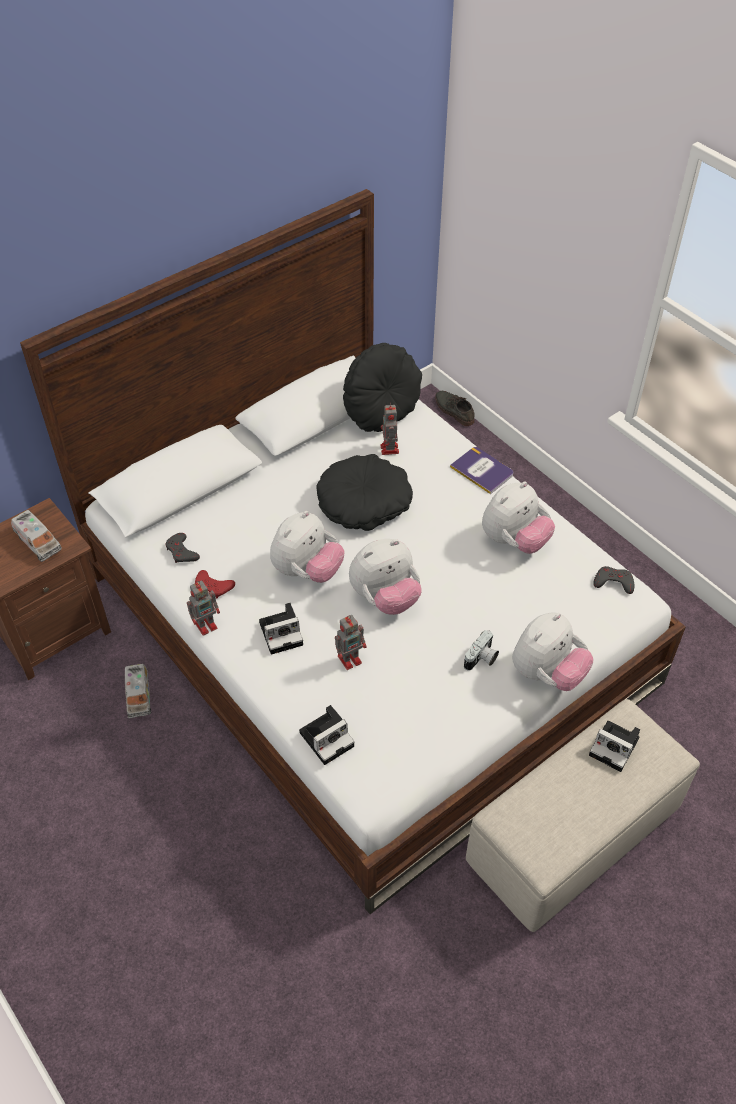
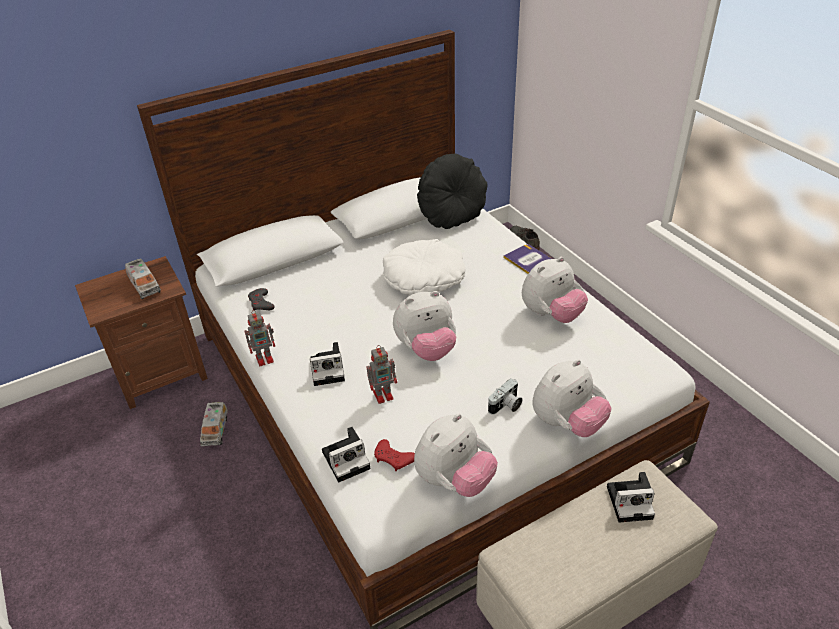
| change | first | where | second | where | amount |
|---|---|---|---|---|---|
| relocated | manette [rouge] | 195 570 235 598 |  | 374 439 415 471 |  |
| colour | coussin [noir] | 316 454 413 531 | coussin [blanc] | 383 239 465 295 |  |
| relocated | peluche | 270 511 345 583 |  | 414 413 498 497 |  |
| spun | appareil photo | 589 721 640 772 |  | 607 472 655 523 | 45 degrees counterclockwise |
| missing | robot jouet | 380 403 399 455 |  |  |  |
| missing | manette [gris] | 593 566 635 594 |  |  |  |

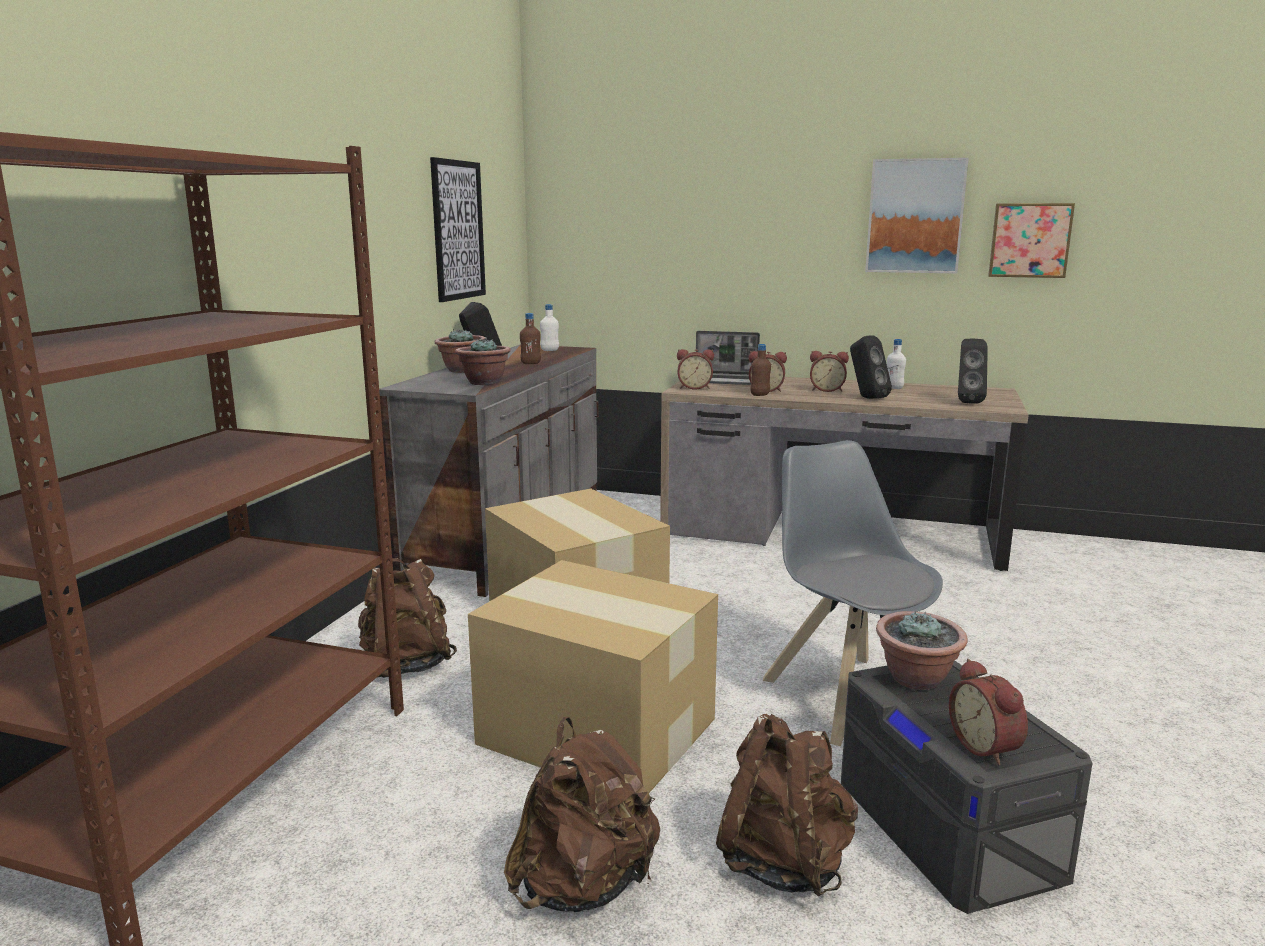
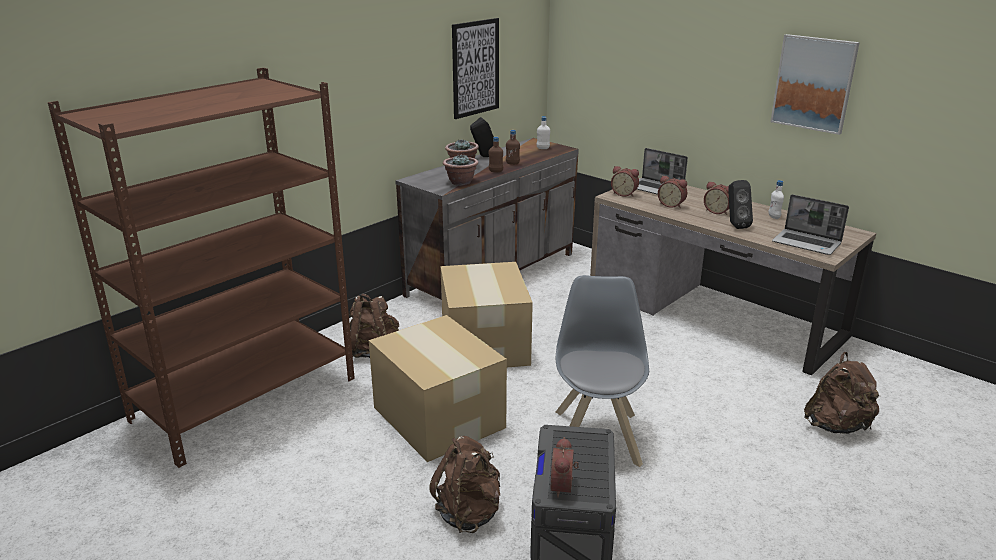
| change | first | where | second | where | amount |
|---|---|---|---|---|---|
| relocated | bouteille [marron] | 750 344 771 396 |  | 489 137 503 172 |  |
| exchanged | enceinte [noir] | 958 339 988 403 | ordinateur portable | 772 194 849 255 |  |
| relocated | sac à dos [marron] | 504 717 660 912 |  | 804 352 880 434 |  |
| missing | plante en pot | 876 611 967 690 |  |  |  |
| missing | tableau | 988 203 1075 278 |  |  |  |

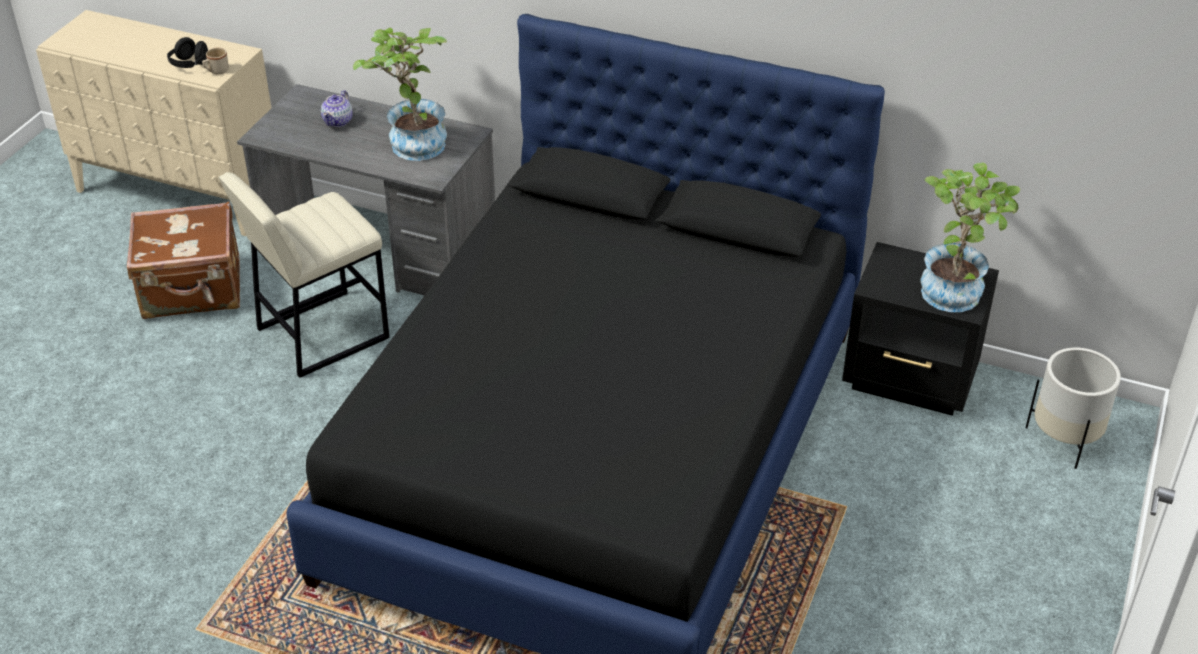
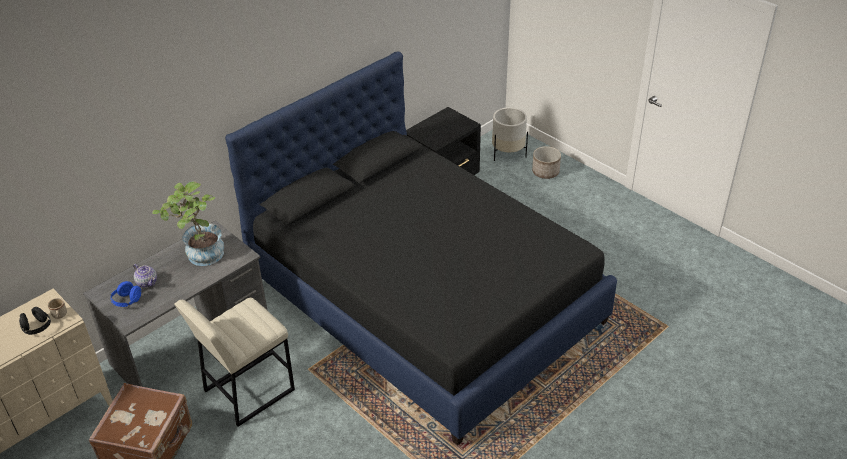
| change | first | where | second | where | amount |
|---|---|---|---|---|---|
| appeared |  |  | casque audio [bleu] | 110 281 141 307 |  |
| spun | chaise [beige] | 218 172 390 378 |  | 174 298 295 427 | 60 degrees clockwise |
| appeared |  |  | cache-pot | 532 146 561 179 |  |
| missing | plante en pot | 920 162 1020 312 |  |  |  |

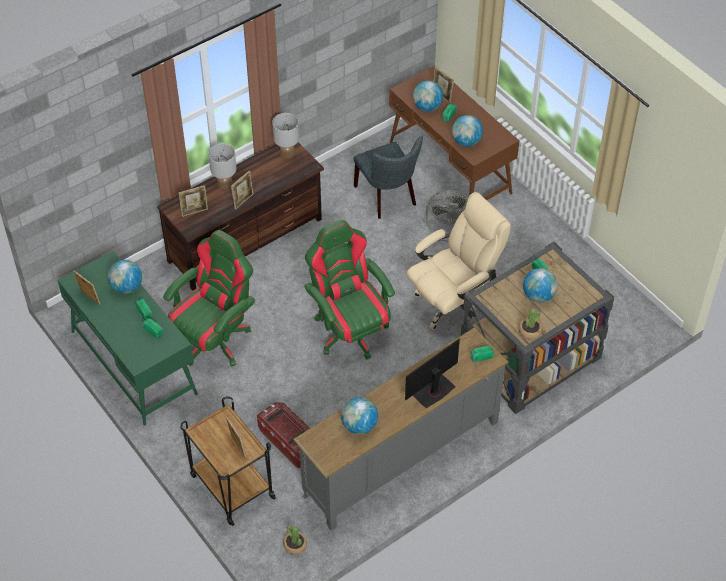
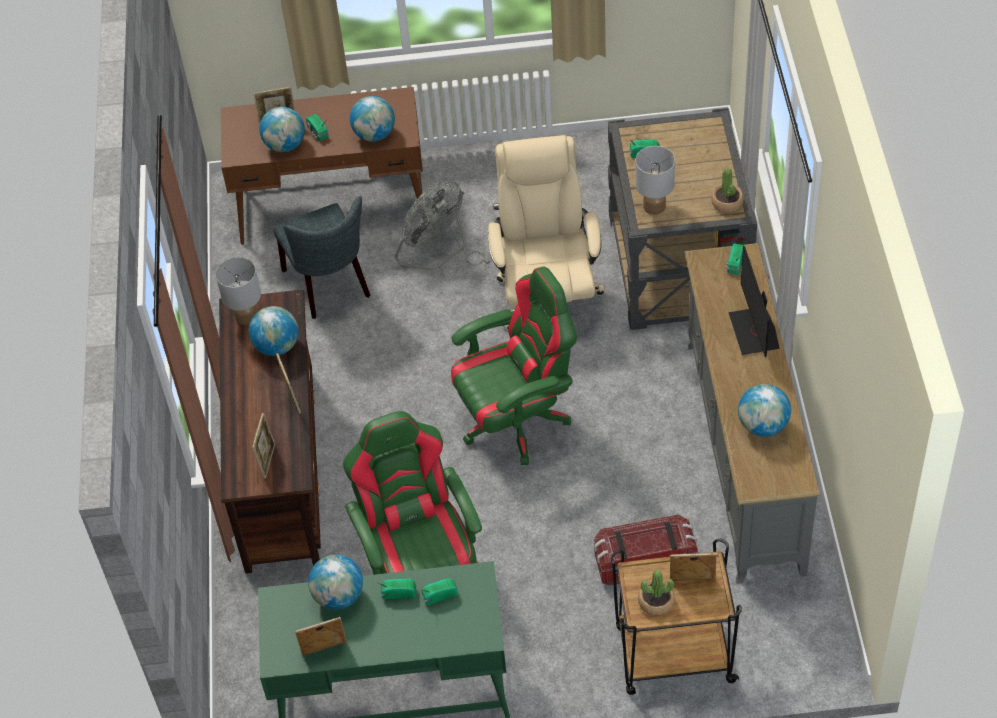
| change | first | where | second | where | amount |
|---|---|---|---|---|---|
| relocated | globe | 523 268 558 303 |  | 249 306 298 356 |  |
| spun | chaise [gris] | 354 136 423 219 |  | 273 196 370 319 | 60 degrees clockwise |
| spun | chaise de bureau [vert] | 305 220 395 359 |  | 451 266 577 465 | 150 degrees clockwise |
| relocated | lampe de table [gris] | 209 144 236 190 |  | 636 146 675 215 |  |
| relocated | plante en pot | 283 525 307 555 |  | 638 570 675 616 |  |

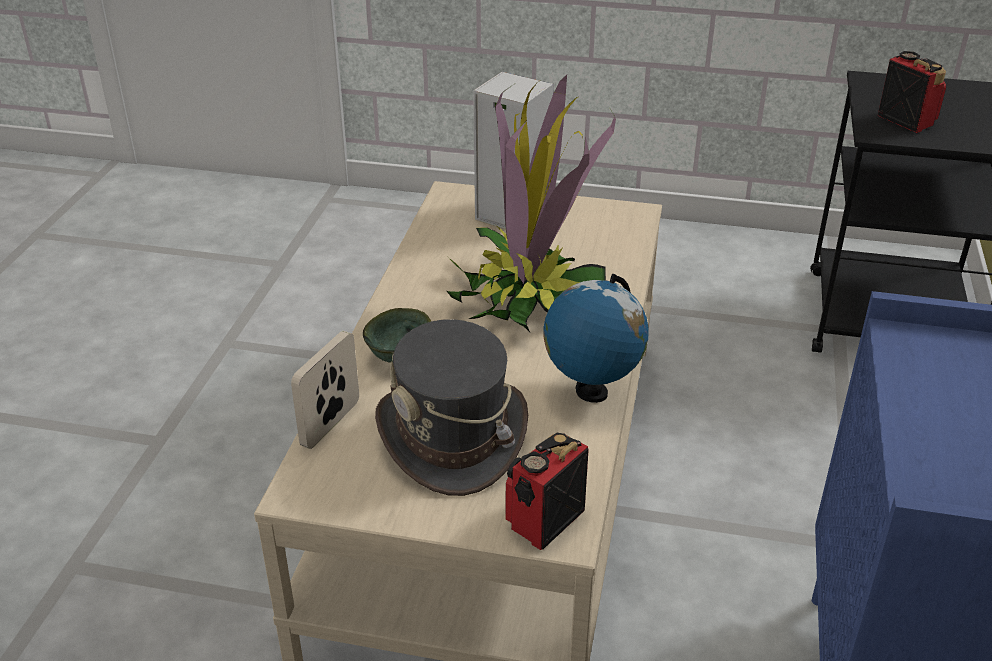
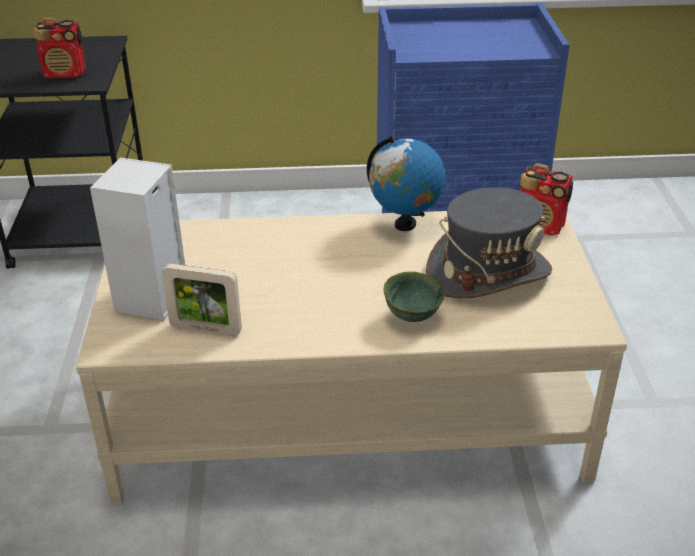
| change | first | where | second | where | amount |
|---|---|---|---|---|---|
| spun | radio | 878 51 946 133 |  | 33 18 86 78 | 135 degrees counterclockwise |
| relocated | cadre photo | 291 331 359 449 |  | 162 264 242 336 |  |
| missing | plante en pot | 447 75 616 332 |  |  |  |

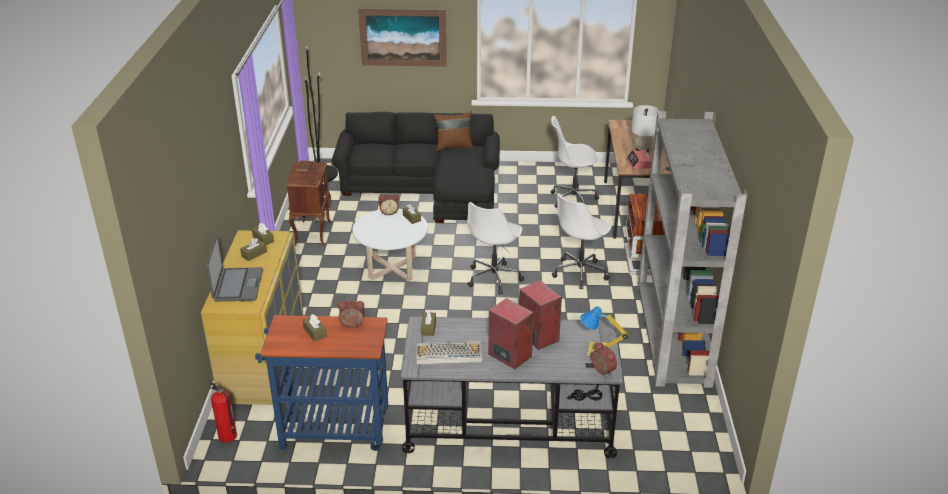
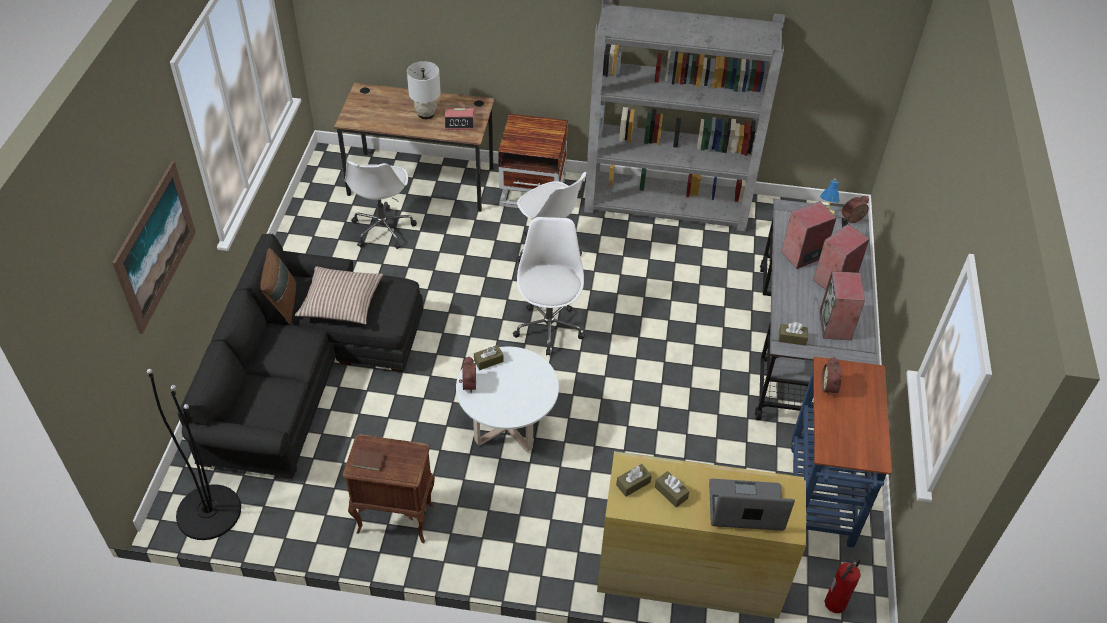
| change | first | where | second | where | amount |
|---|---|---|---|---|---|
| appeared |  |  | coussin | 295 266 384 325 |  |
| spun | chaise de bureau [blanc] | 467 202 524 295 |  | 513 217 585 355 | 120 degrees counterclockwise |
| exchanged | clavier | 416 341 482 364 | enceinte | 819 271 865 340 |  |
| missing | boîte à mouchoirs [marron] | 303 314 327 342 |  |  |  |

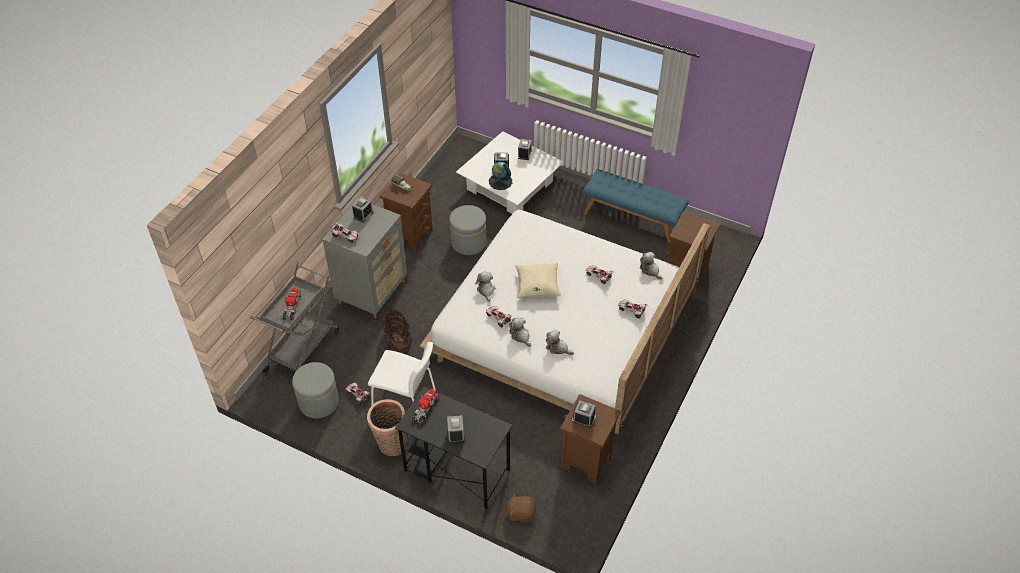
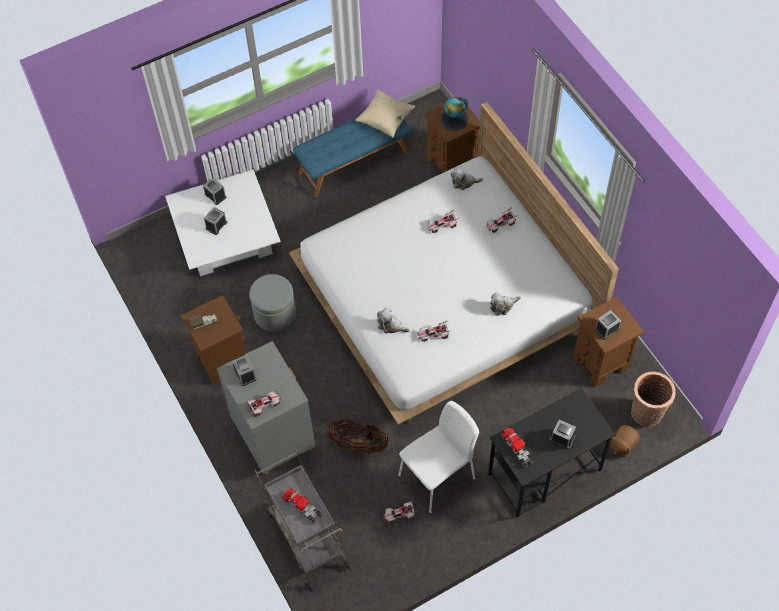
| change | first | where | second | where | amount |
|---|---|---|---|---|---|
| relocated | coussin [beige] | 515 263 561 298 |  | 355 89 415 138 |  |
| relocated | globe | 489 162 512 190 |  | 440 97 469 131 |  |
| relocated | panier | 367 399 408 456 |  | 631 372 676 427 |  |
| missing | pouf [gris] | 292 362 339 418 |  |  |  |
| missing | peluche | 509 317 531 347 |  |  |  |

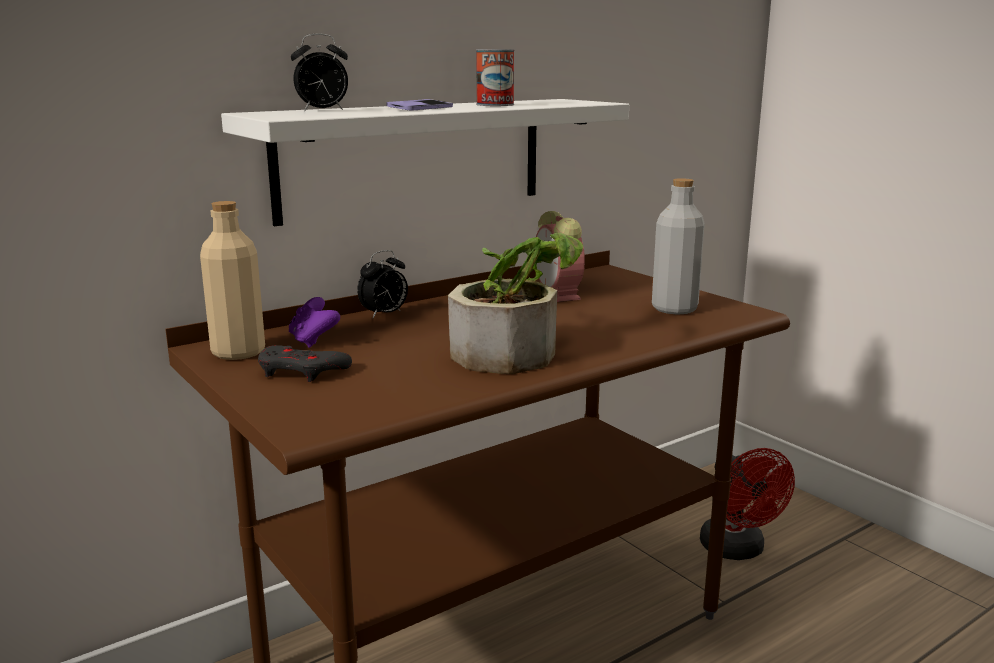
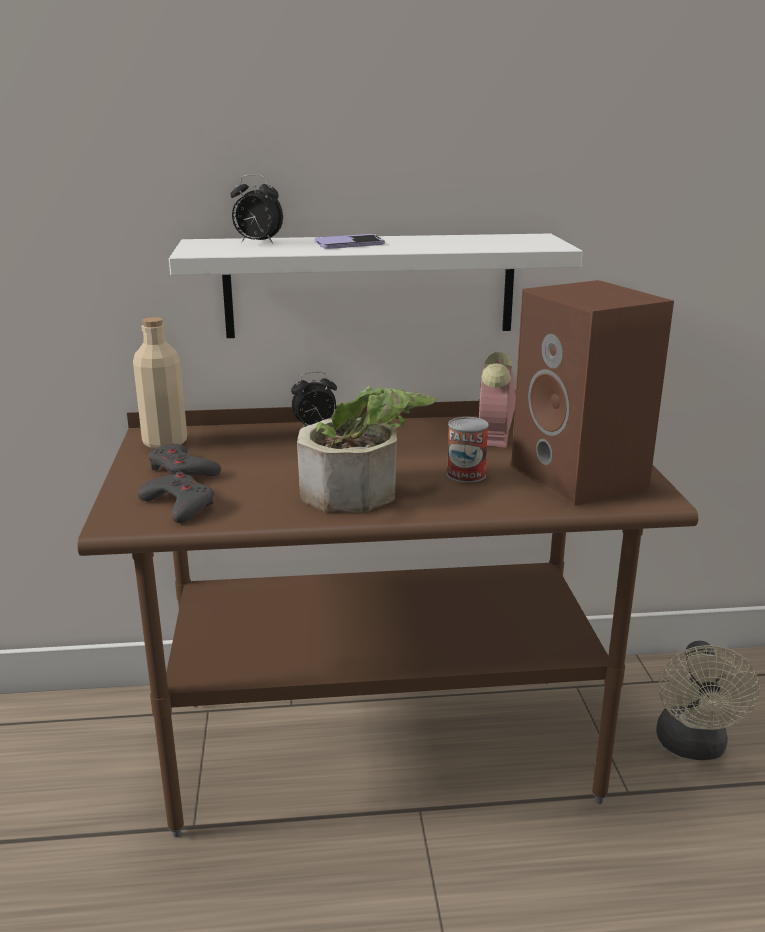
| change | first | where | second | where | amount |
|---|---|---|---|---|---|
| appeared |  |  | manette [gris] | 137 472 214 523 |  |
| relocated | boîte métallique | 476 49 514 106 |  | 447 417 489 483 |  |
| exchanged | bouteille [gris] | 652 178 705 315 | enceinte [marron] | 511 280 674 506 |  |
| colour | ventilateur [rouge] | 700 448 795 560 | ventilateur [beige] | 656 641 760 760 |  |
| missing | manette [violet] | 289 297 340 348 |  |  |  |

